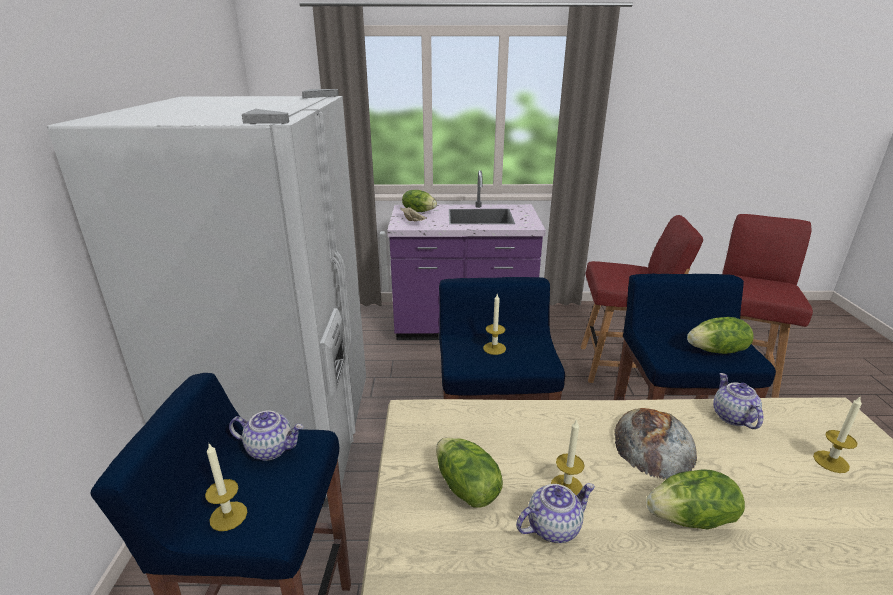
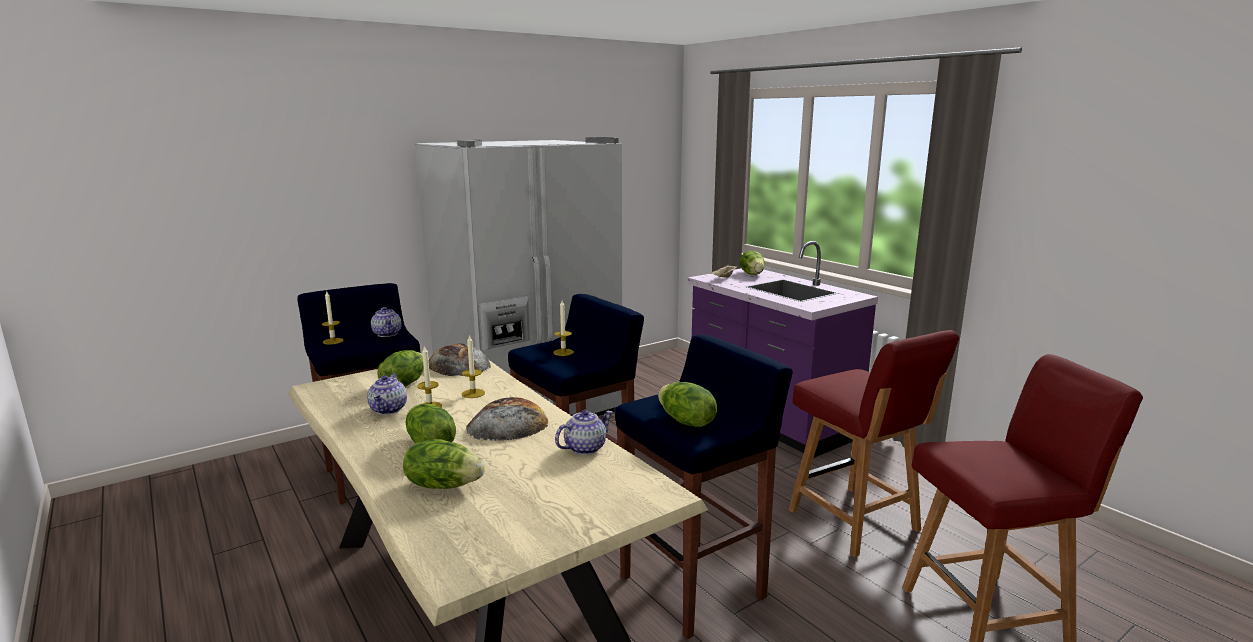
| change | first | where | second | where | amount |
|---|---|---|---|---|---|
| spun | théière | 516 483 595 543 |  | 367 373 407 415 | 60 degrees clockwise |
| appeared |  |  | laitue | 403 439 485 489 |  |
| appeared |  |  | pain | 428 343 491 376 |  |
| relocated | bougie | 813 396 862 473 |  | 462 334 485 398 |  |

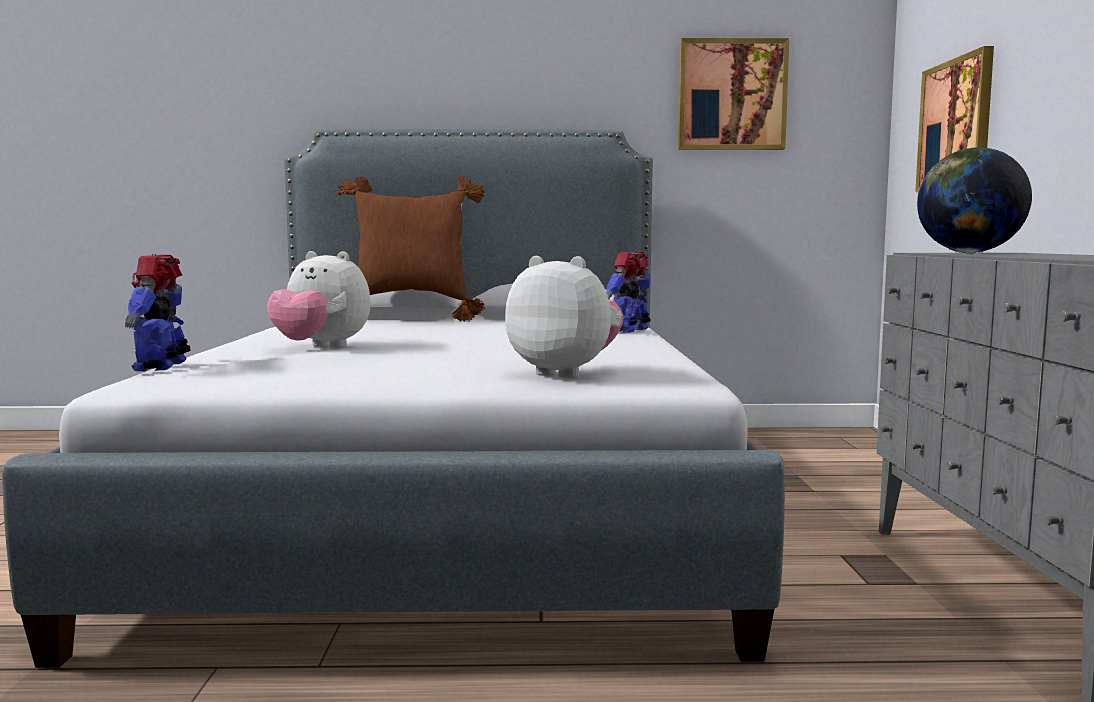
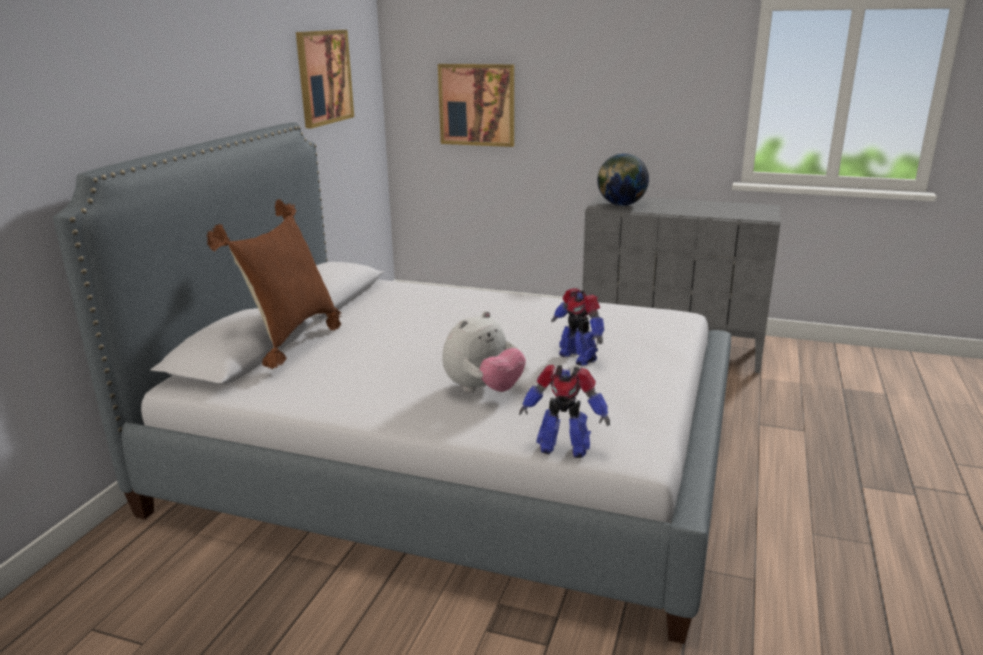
| change | first | where | second | where | amount |
|---|---|---|---|---|---|
| relocated | robot jouet | 606 251 651 333 |  | 551 288 604 366 |  |
| missing | peluche | 505 256 624 378 |  |  |  |

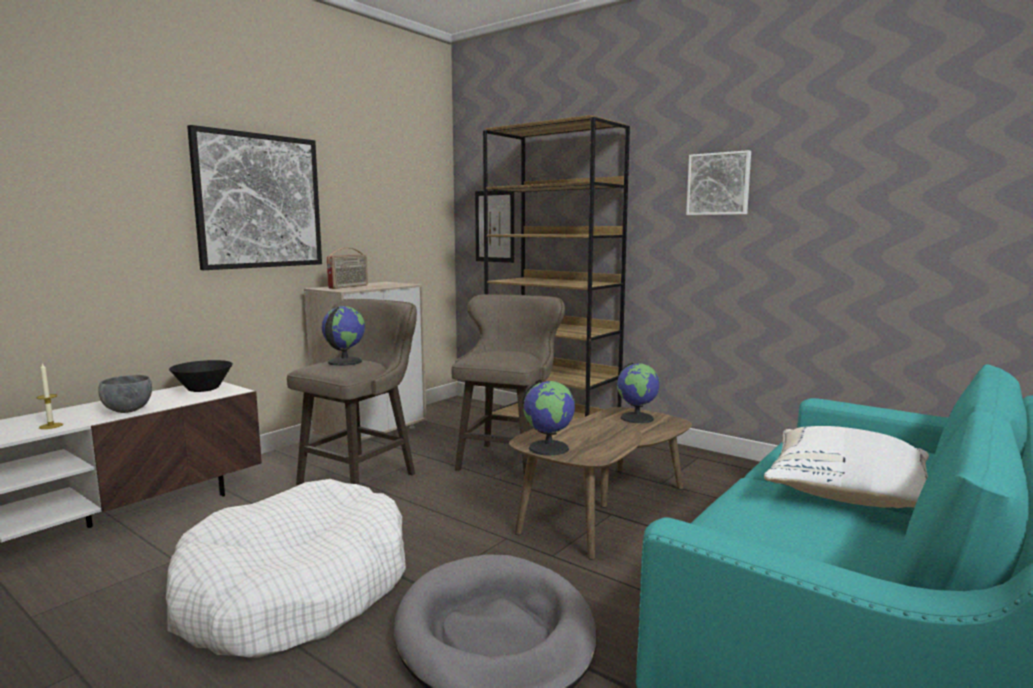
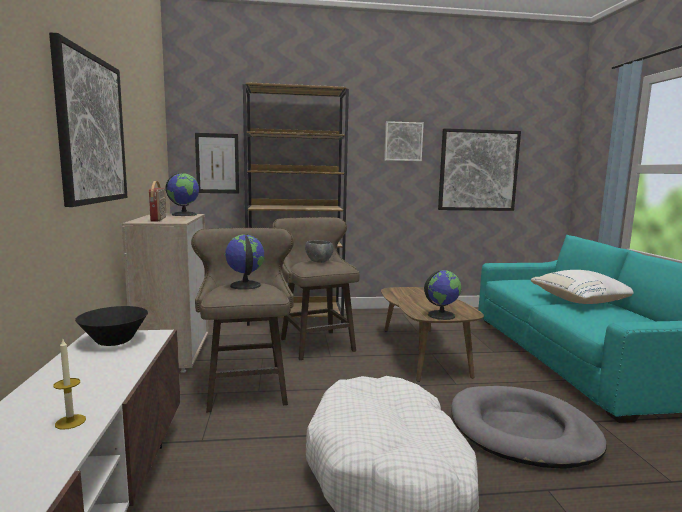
| change | first | where | second | where | amount |
|---|---|---|---|---|---|
| relocated | globe | 617 362 660 423 |  | 165 173 199 216 |  |
| relocated | bol [gris] | 98 375 152 413 |  | 305 240 333 263 |  |
| appeared |  |  | tableau | 438 128 521 211 |  |

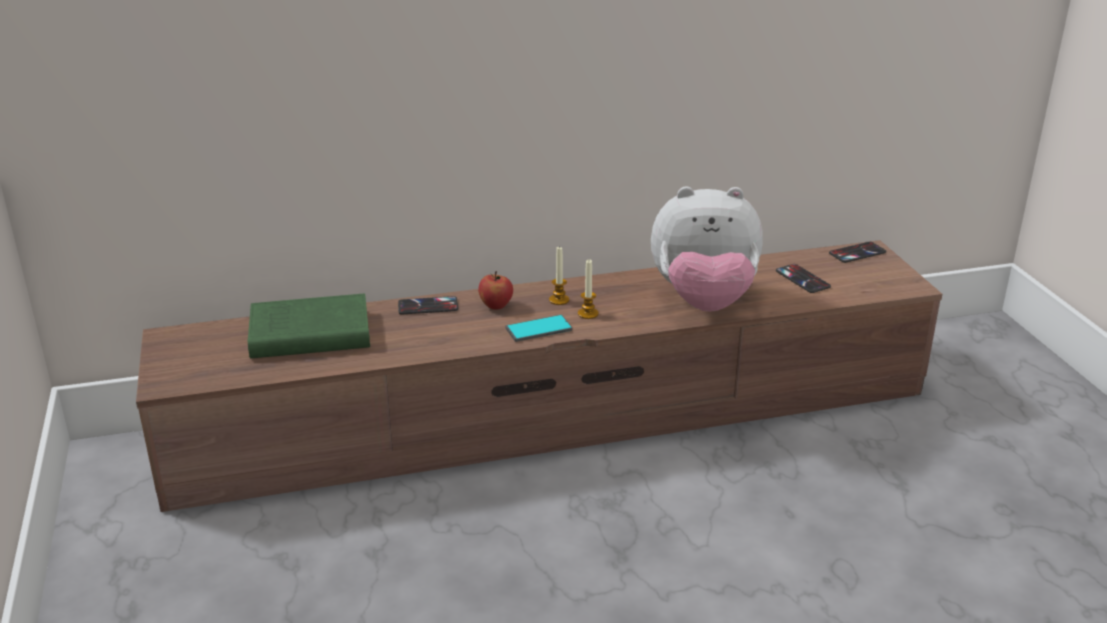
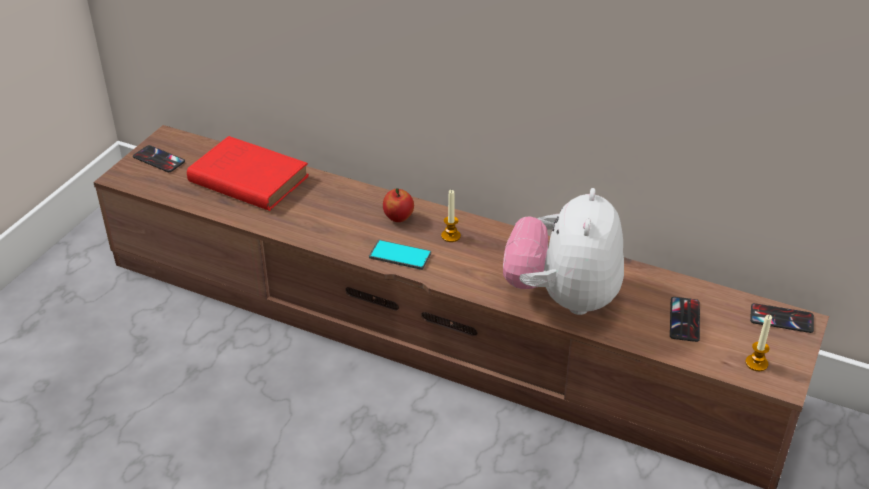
| change | first | where | second | where | amount |
|---|---|---|---|---|---|
| relocated | téléphone | 398 296 458 314 |  | 133 145 185 172 |  |
| colour | livre [vert] | 248 293 370 359 | livre [rouge] | 187 136 309 211 |  |
| spun | peluche | 651 186 763 312 |  | 503 188 624 315 | 60 degrees clockwise |
| relocated | bougie | 578 259 599 319 |  | 745 315 772 371 |  |

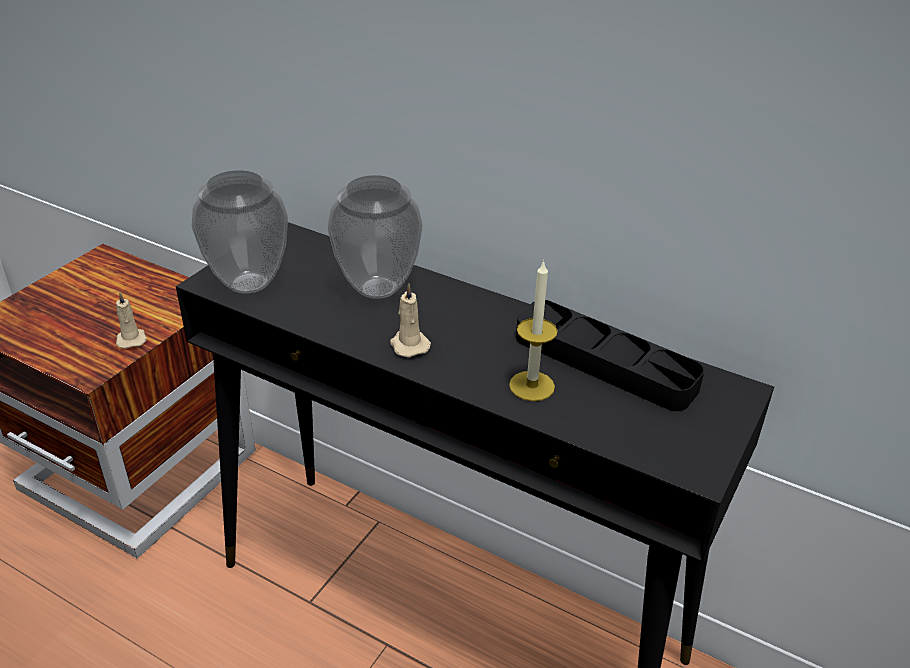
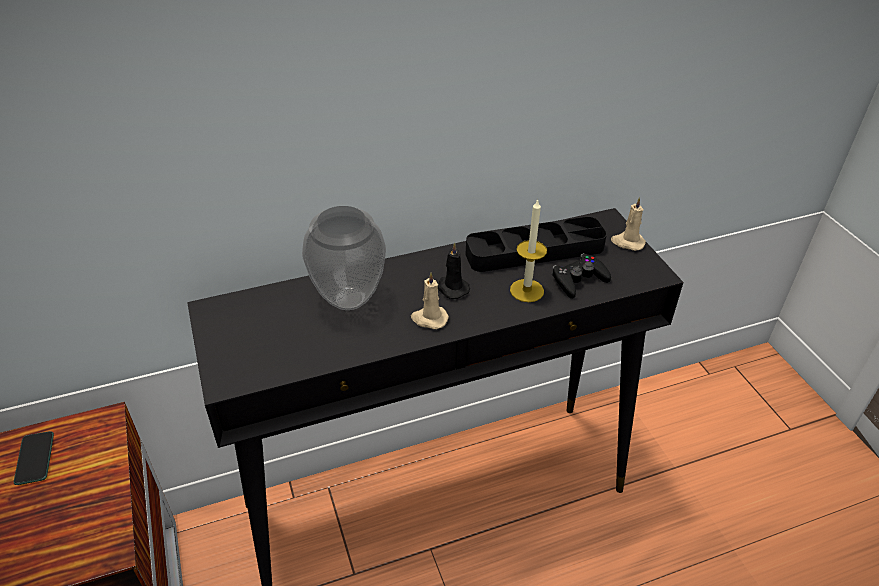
| change | first | where | second | where | amount |
|---|---|---|---|---|---|
| appeared |  |  | téléphone | 14 431 54 485 |  |
| appeared |  |  | bougie [noir] | 438 242 470 299 |  |
| appeared |  |  | manette [noir] | 552 253 611 299 |  |
| relocated | bougie [beige] | 116 292 147 349 |  | 611 197 646 251 |  |
| missing | vase | 192 170 288 294 |  |  |  |

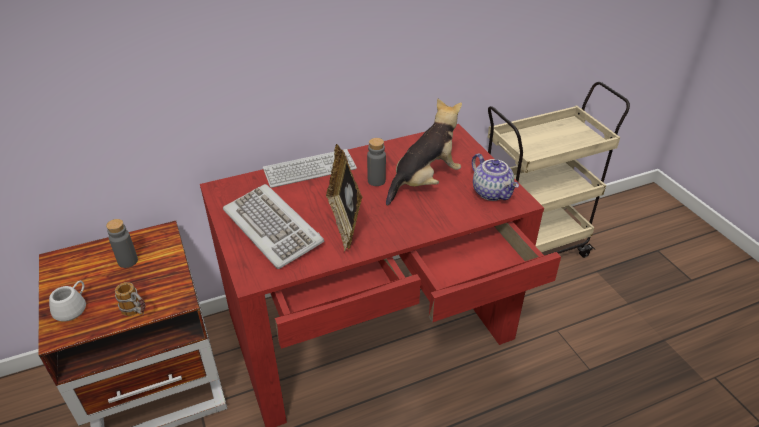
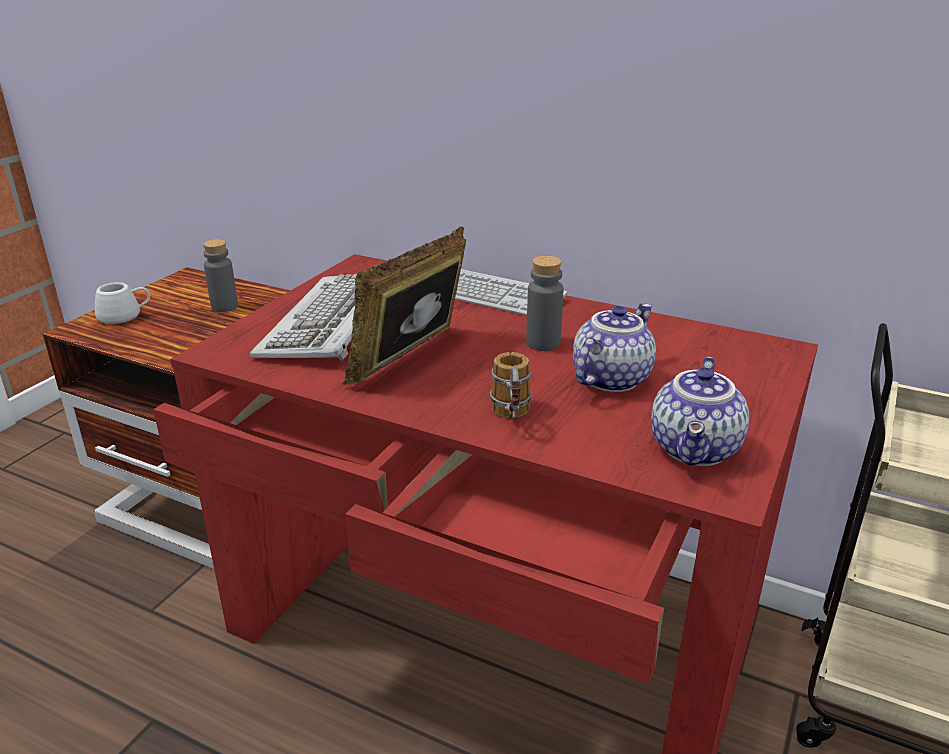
| change | first | where | second | where | amount |
|---|---|---|---|---|---|
| relocated | mug | 115 282 146 316 |  | 490 352 532 418 |  |
| exchanged | peluche | 386 98 462 206 | théière | 573 303 656 392 |  |

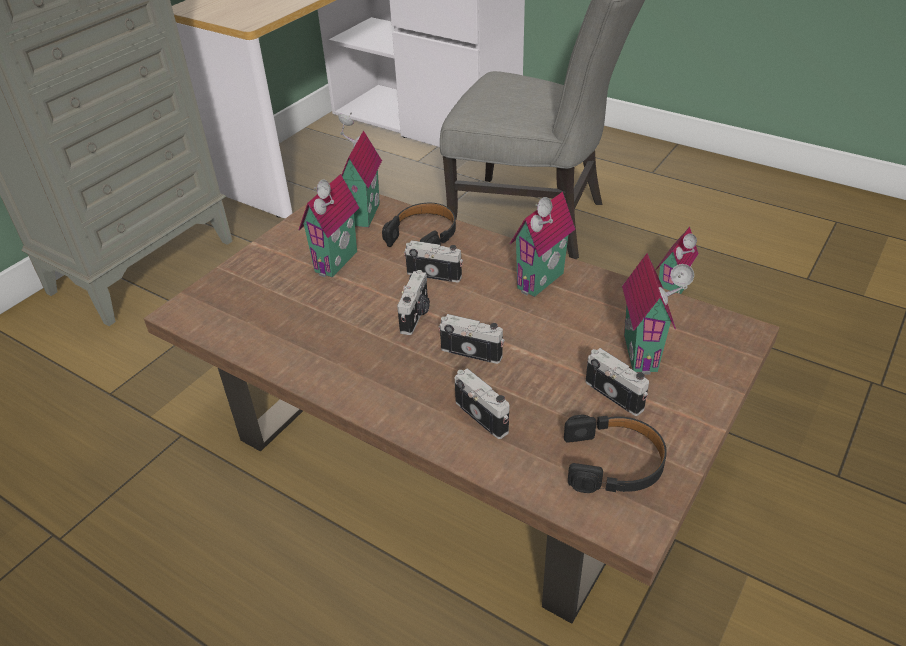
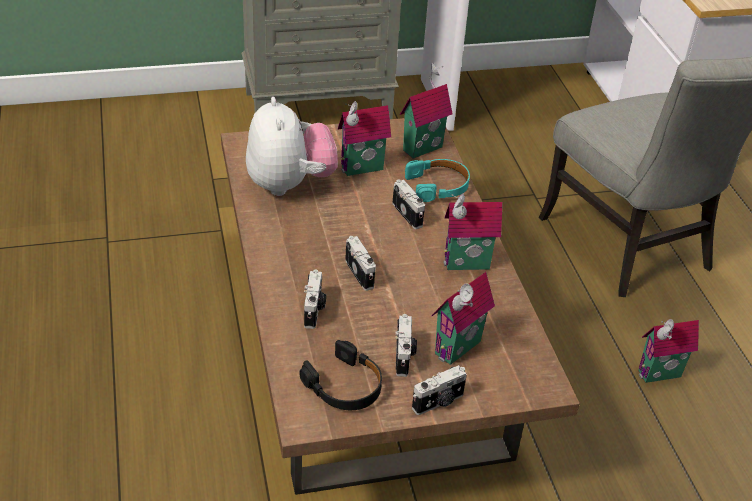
| change | first | where | second | where | amount |
|---|---|---|---|---|---|
| appeared |  |  | peluche | 246 97 338 196 |  |
| colour | casque audio [noir] | 382 203 456 247 | casque audio [turquoise] | 405 159 470 202 |  |
| relocated | appareil photo | 397 270 430 335 |  | 412 365 467 415 |  |

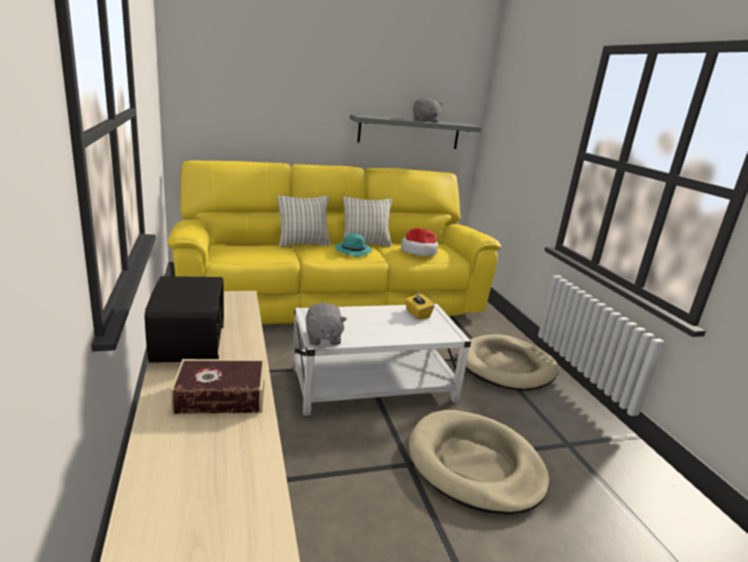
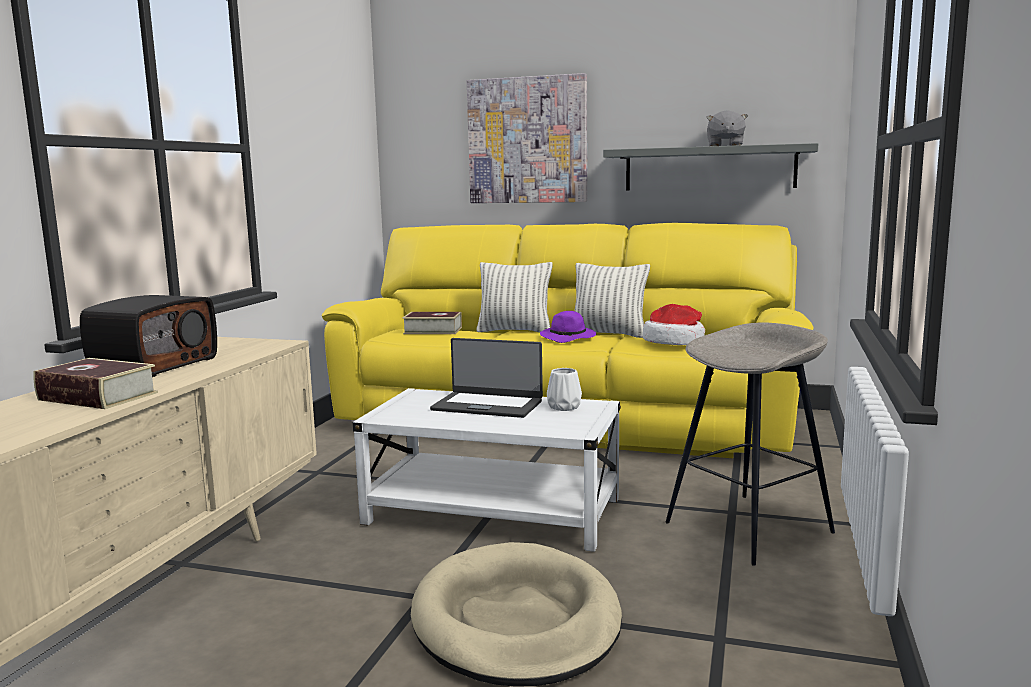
| change | first | where | second | where | amount |
|---|---|---|---|---|---|
| appeared |  |  | livre | 403 312 462 334 |  |
| appeared |  |  | ordinateur portable | 430 338 543 418 |  |
| appeared |  |  | tableau | 467 73 587 203 |  |
| colour | chapeau [turquoise] | 335 233 372 257 | chapeau [violet] | 540 311 596 343 |  |
| exchanged | boîte à mouchoirs [jaune] | 405 292 434 319 | vase [blanc] | 547 368 582 411 |  |
| exchanged | panier pour chien [beige] | 458 334 559 391 | tabouret [gris] | 665 322 835 566 |  |
| missing | peluche [gris] | 306 302 347 345 |  |  |  |

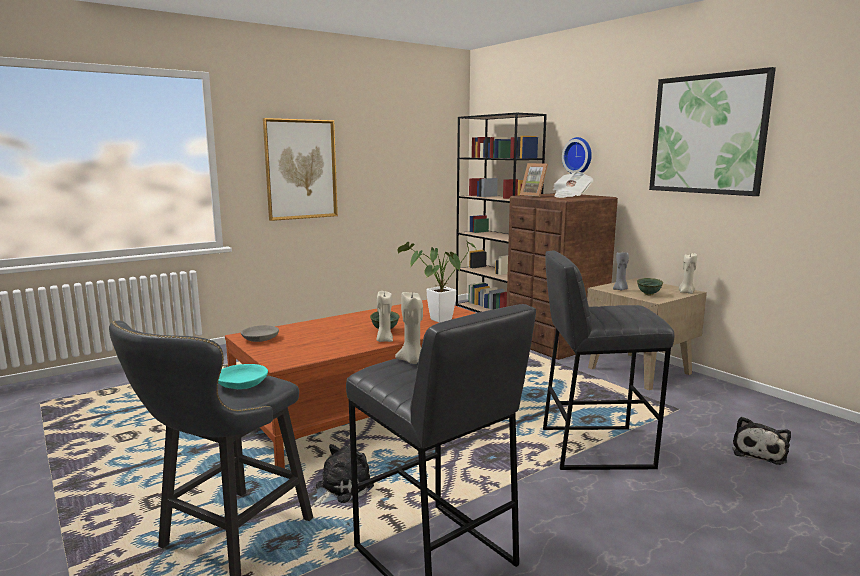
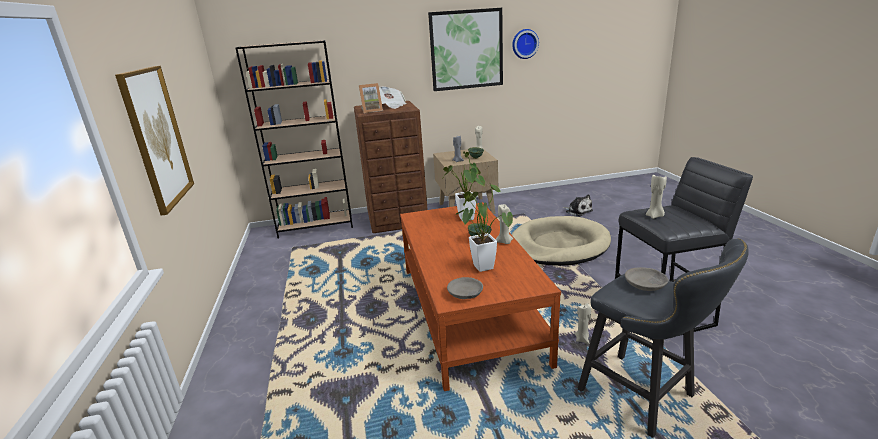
| change | first | where | second | where | amount |
|---|---|---|---|---|---|
| appeared |  |  | plante en pot | 456 184 513 272 |  |
| exchanged | tabouret [gris] | 543 250 674 470 | panier pour chien [beige] | 511 216 611 266 |  |
| relocated | horloge murale | 562 137 592 173 |  | 512 29 539 59 |  |
| exchanged | peluche | 313 444 374 506 | bougie [beige] | 574 303 591 344 |  |
| colour | bol [turquoise] | 218 364 268 389 | bol [gris] | 625 267 669 291 |  |

